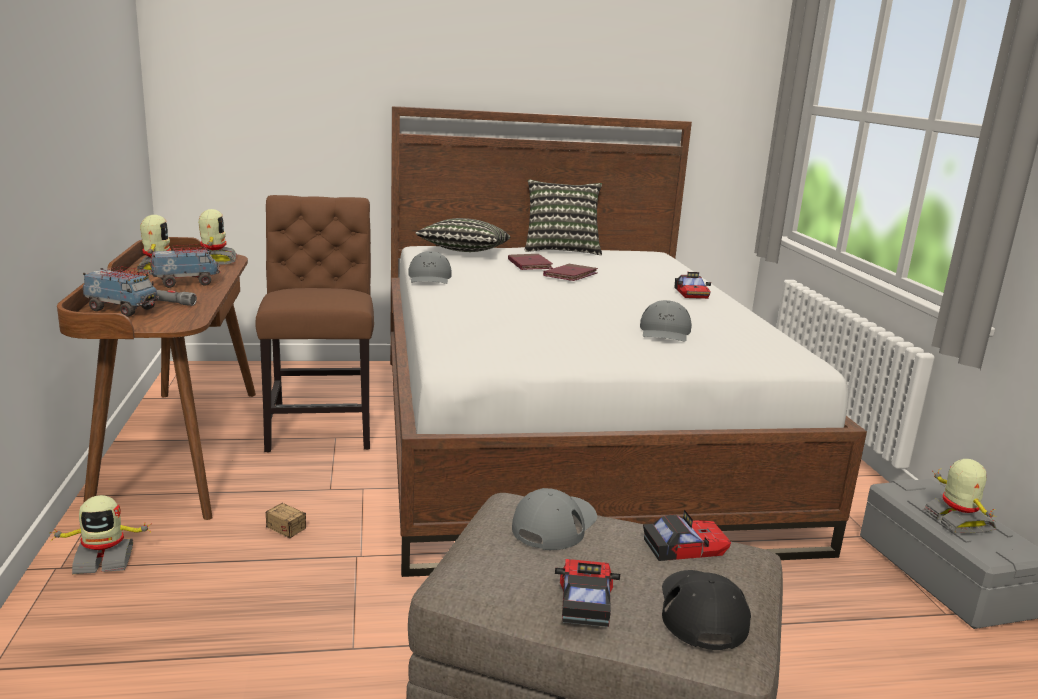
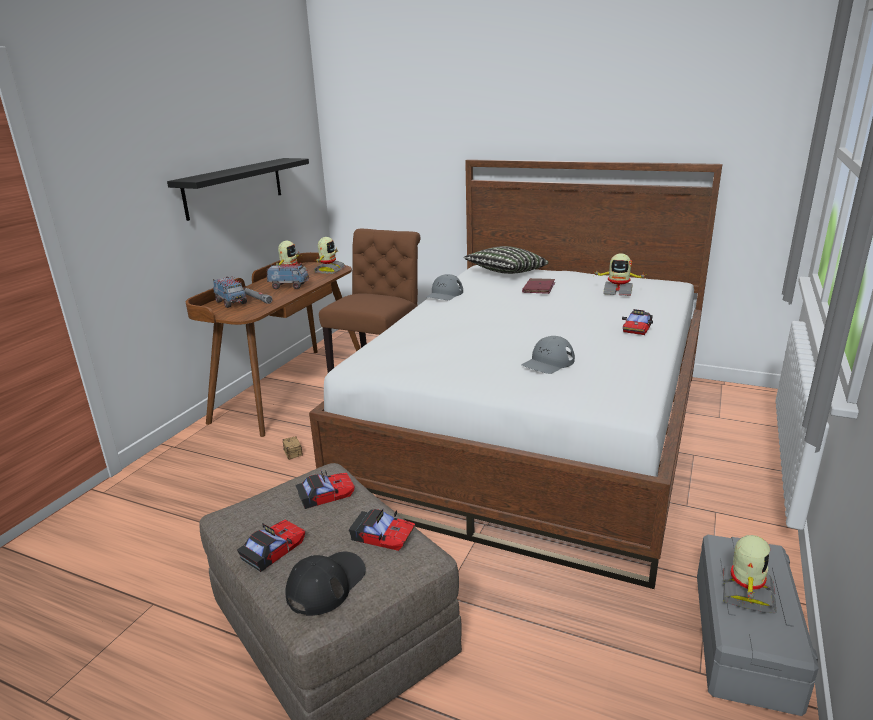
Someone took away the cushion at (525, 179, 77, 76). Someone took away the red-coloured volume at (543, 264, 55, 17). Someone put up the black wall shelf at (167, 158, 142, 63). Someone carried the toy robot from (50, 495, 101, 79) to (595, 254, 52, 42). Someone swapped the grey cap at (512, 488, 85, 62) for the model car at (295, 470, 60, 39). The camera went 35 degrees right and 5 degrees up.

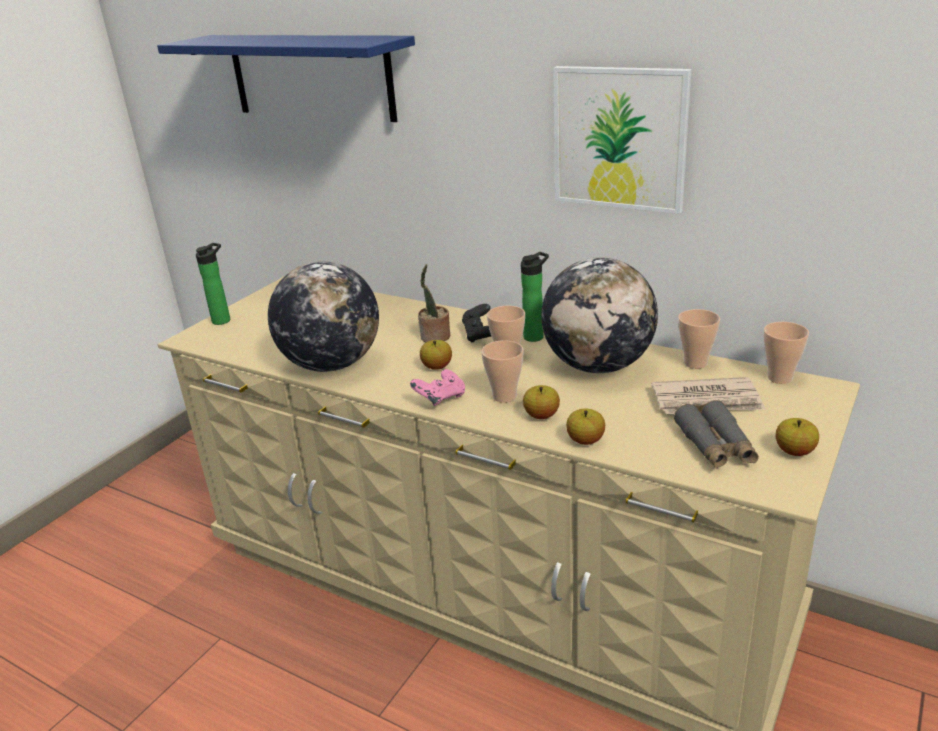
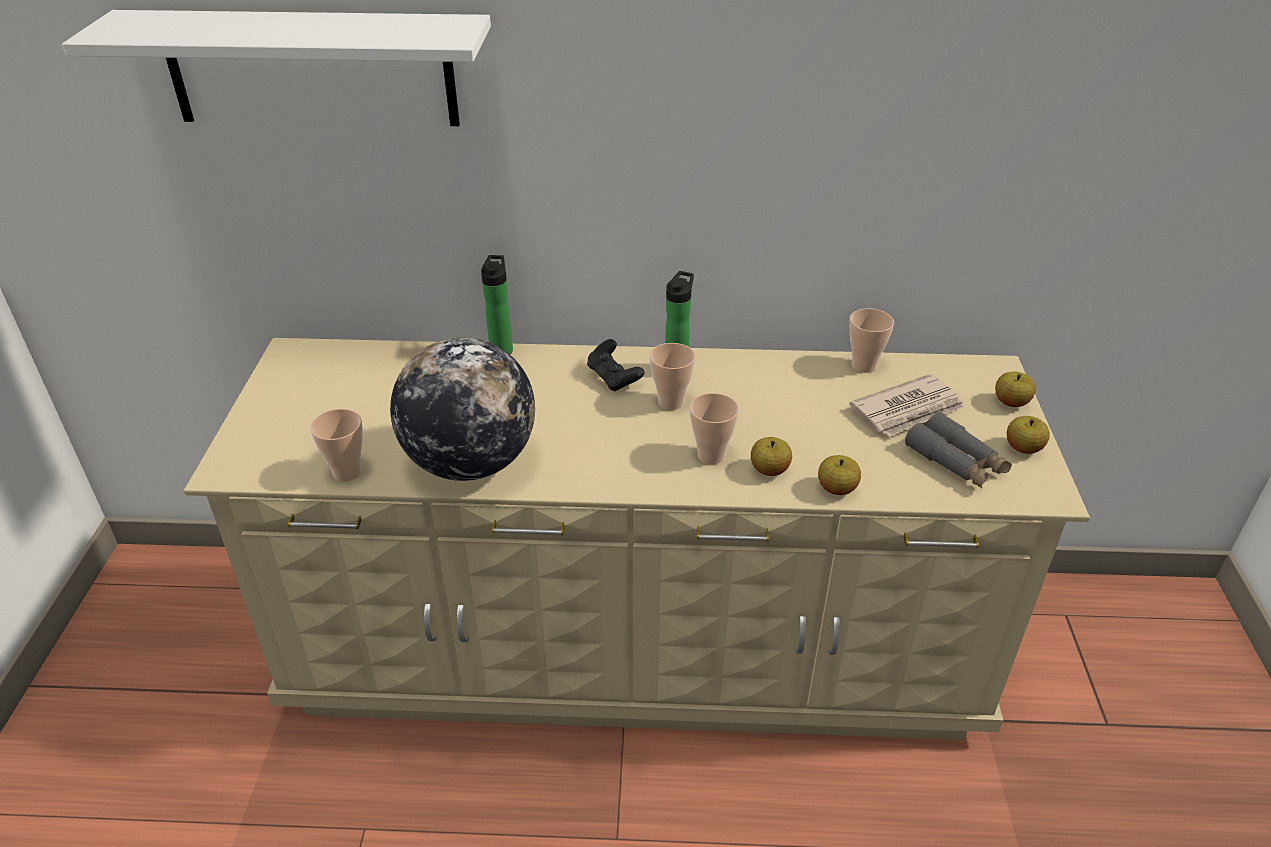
Someone took away the pinkish joypad at (410, 369, 55, 37). Someone took away the potted plant at (418, 264, 33, 78). Someone took away the desk globe at (541, 257, 117, 116). Someone took away the wall art at (553, 66, 138, 148). Someone carried the beverage bottle from (196, 243, 34, 82) to (481, 255, 32, 99). Someone carried the whole apple from (420, 340, 32, 30) to (995, 372, 41, 35). Someone carried the small cup from (764, 322, 45, 62) to (310, 409, 53, 72). Someone repainted the bluish wall shelf at (157, 35, 258, 87), which became the white wall shelf at (62, 10, 429, 116). The camera went 30 degrees left and 10 degrees up.

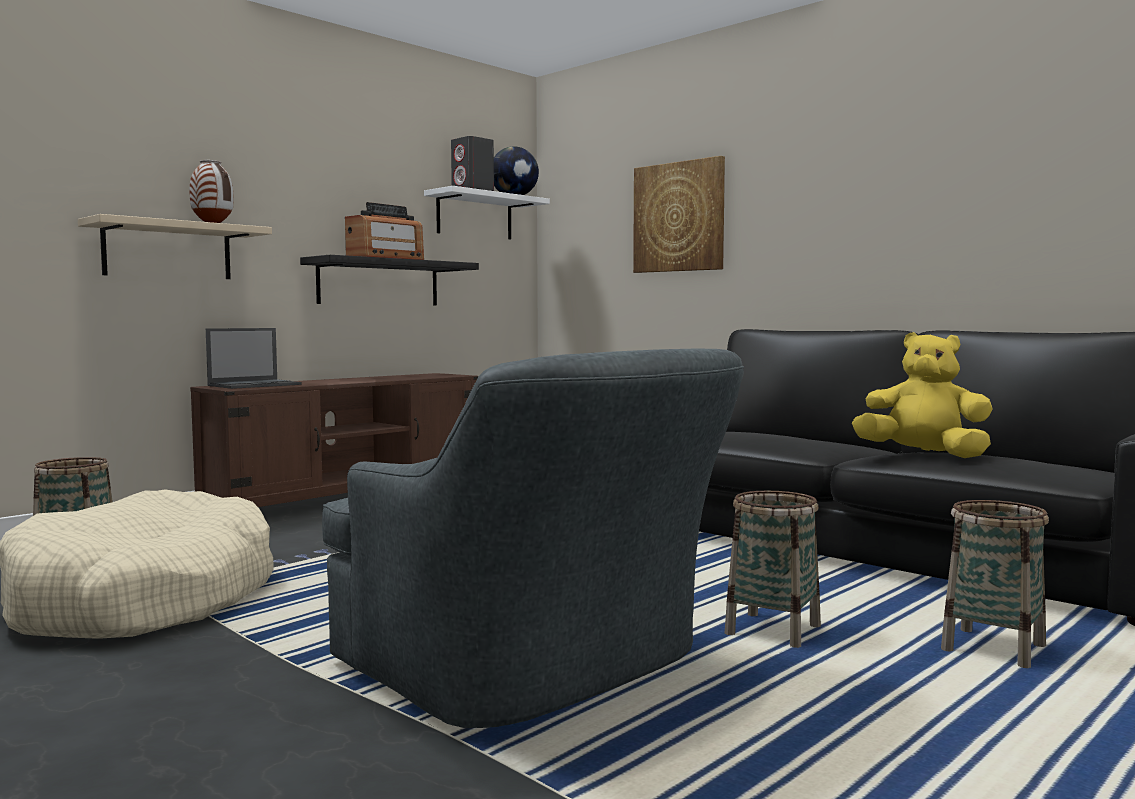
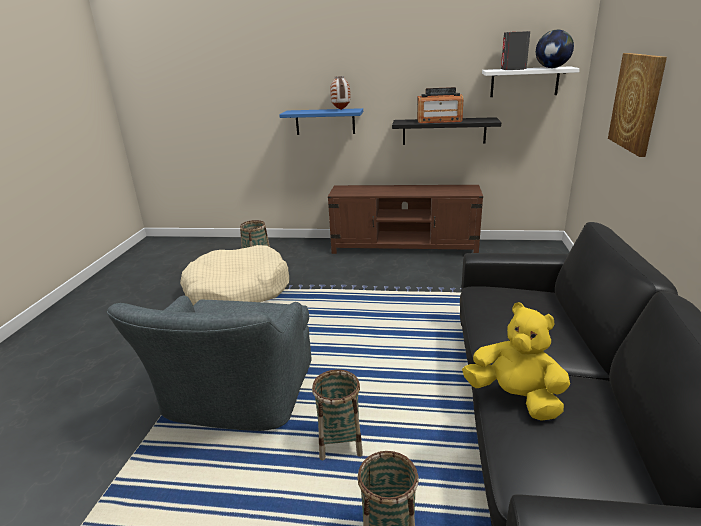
Someone took away the laptop at (206, 328, 96, 61). Someone repainted the beige-coloured wall shelf at (78, 214, 194, 65), which became the bluish wall shelf at (279, 108, 84, 27). Someone rotated the yellow-coloured cuddly toy at (852, 332, 141, 126) by 45 degrees counterclockwise. The camera went 55 degrees right and 20 degrees up.

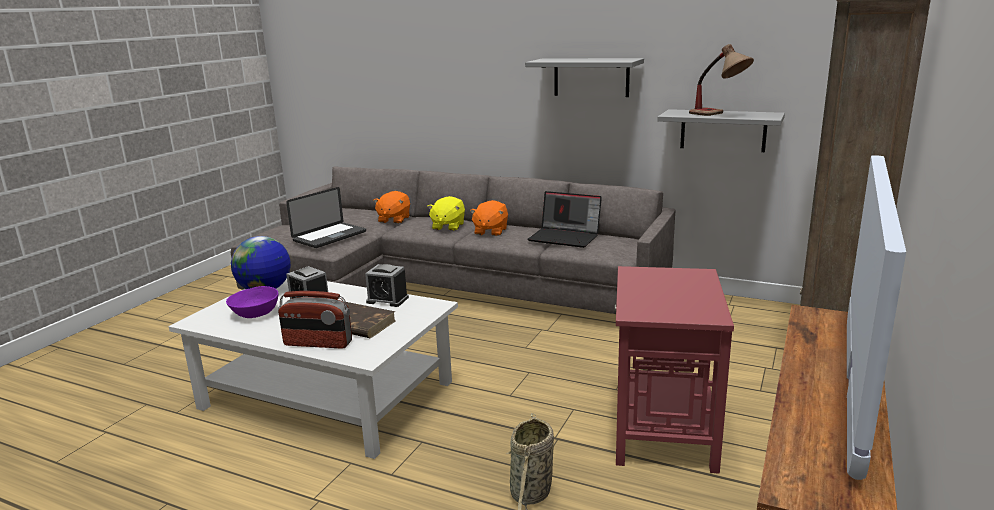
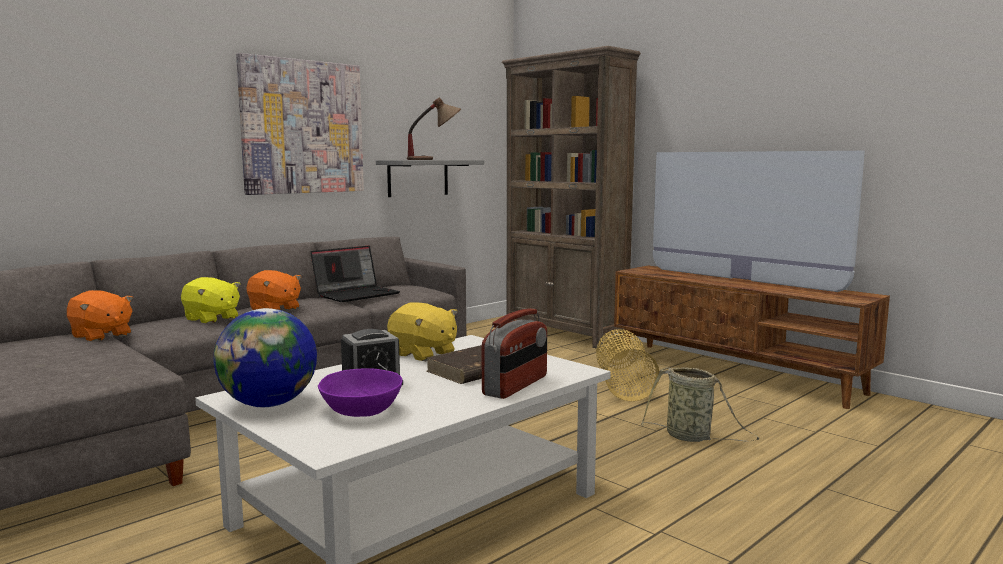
Someone took away the laptop at (286, 187, 80, 61). Someone swapped the alarm clock at (365, 264, 44, 43) for the yellow-coloured cuddly toy at (387, 302, 71, 59). Someone swapped the grey wall shelf at (525, 58, 119, 39) for the wall art at (236, 53, 128, 142). Someone swapped the red-coloured side table at (614, 266, 120, 208) for the storage basket at (596, 329, 63, 73). The camera went 70 degrees left and 10 degrees down.

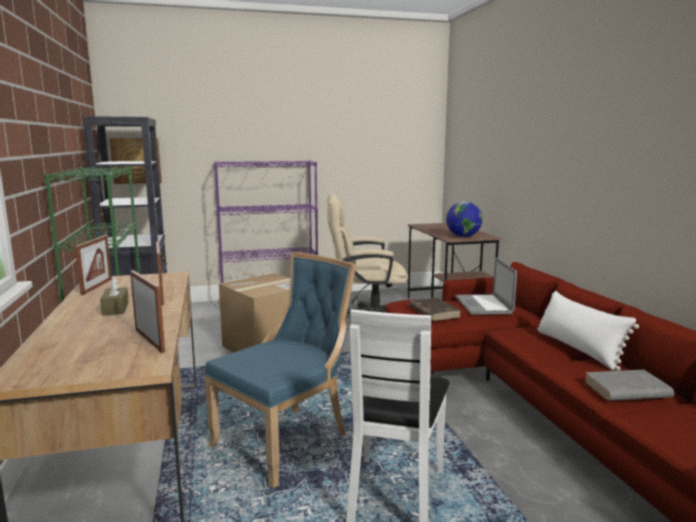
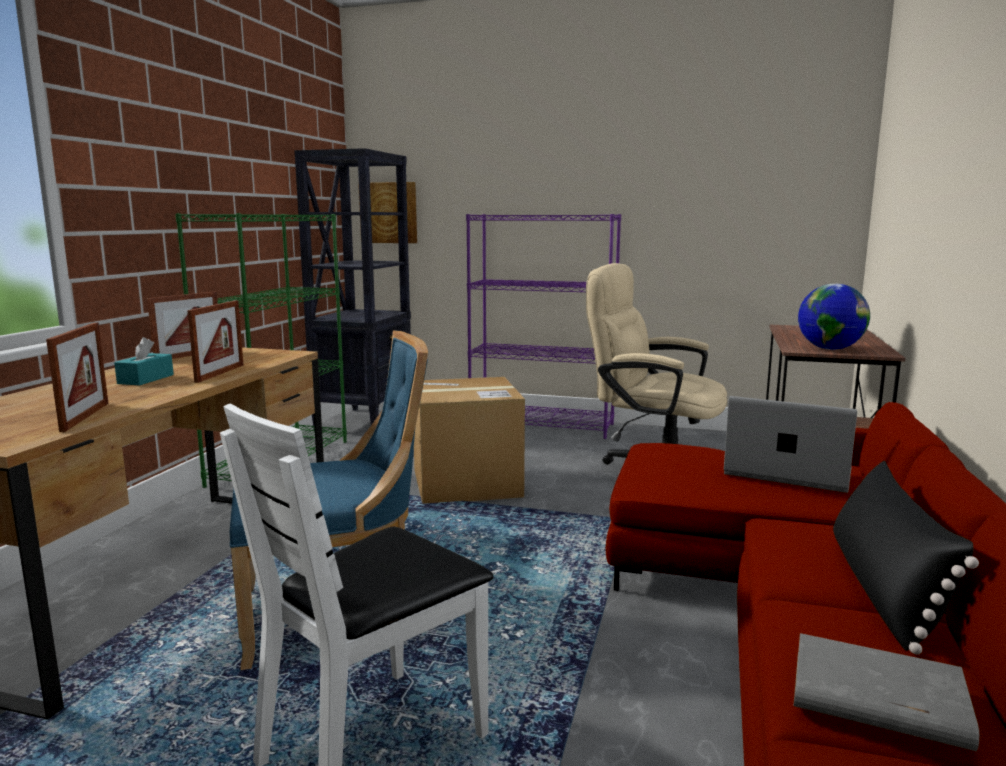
Someone took away the brown volume at (409, 297, 52, 24). Someone repainted the brown tissue holder at (100, 277, 29, 38), which became the blue-green tissue holder at (114, 337, 60, 48). Someone repainted the white cushion at (537, 291, 102, 80), which became the black cushion at (833, 461, 146, 194). Someone rotated the laptop at (455, 257, 62, 58) by 90 degrees clockwise. The camera went 30 degrees right and 0 degrees up.

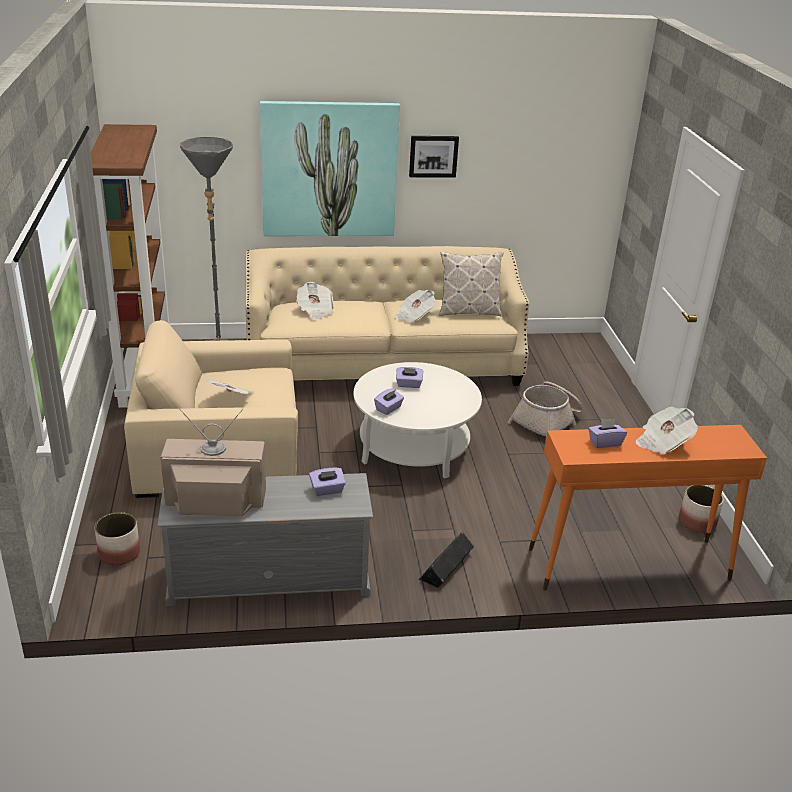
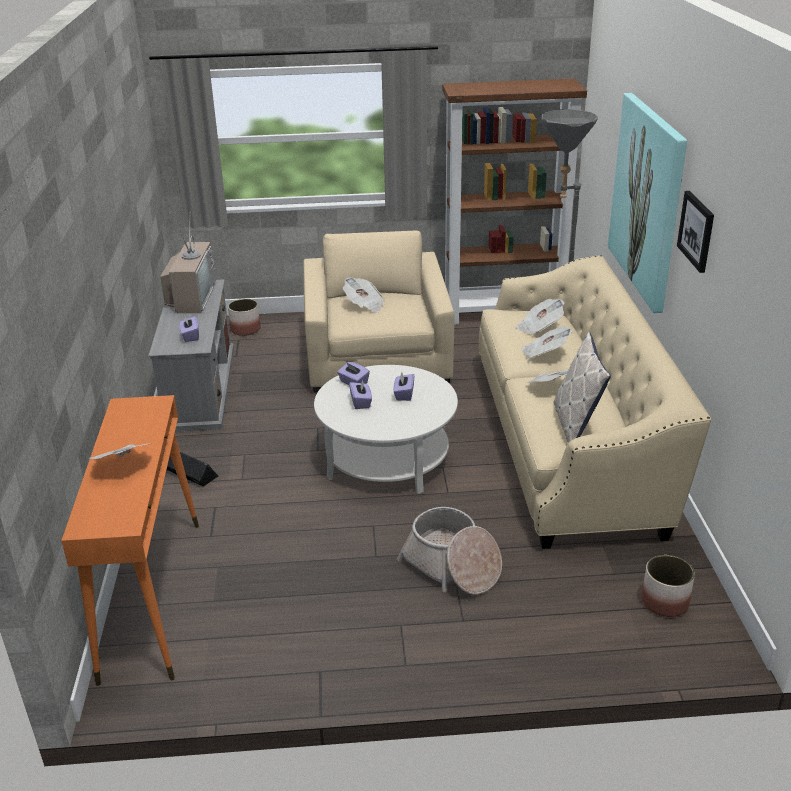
Someone put down the newspaper at (521, 326, 51, 33). Someone carried the purplish tissue holder from (588, 419, 39, 29) to (349, 380, 23, 29). Someone carried the plant pot from (679, 485, 45, 48) to (641, 555, 54, 62). The camera went 95 degrees right and 0 degrees up.

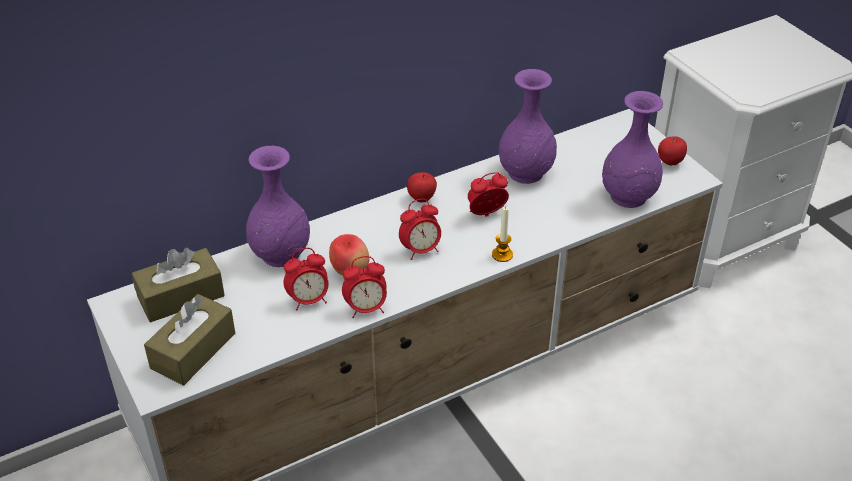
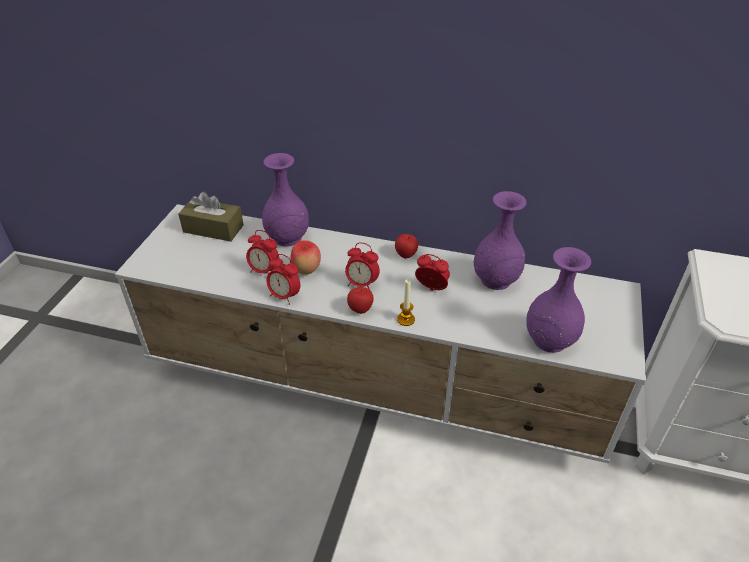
Someone took away the brown tissue holder at (144, 294, 92, 91). Someone carried the whole apple from (658, 137, 29, 28) to (347, 287, 27, 27). The camera went 45 degrees right and 0 degrees up.

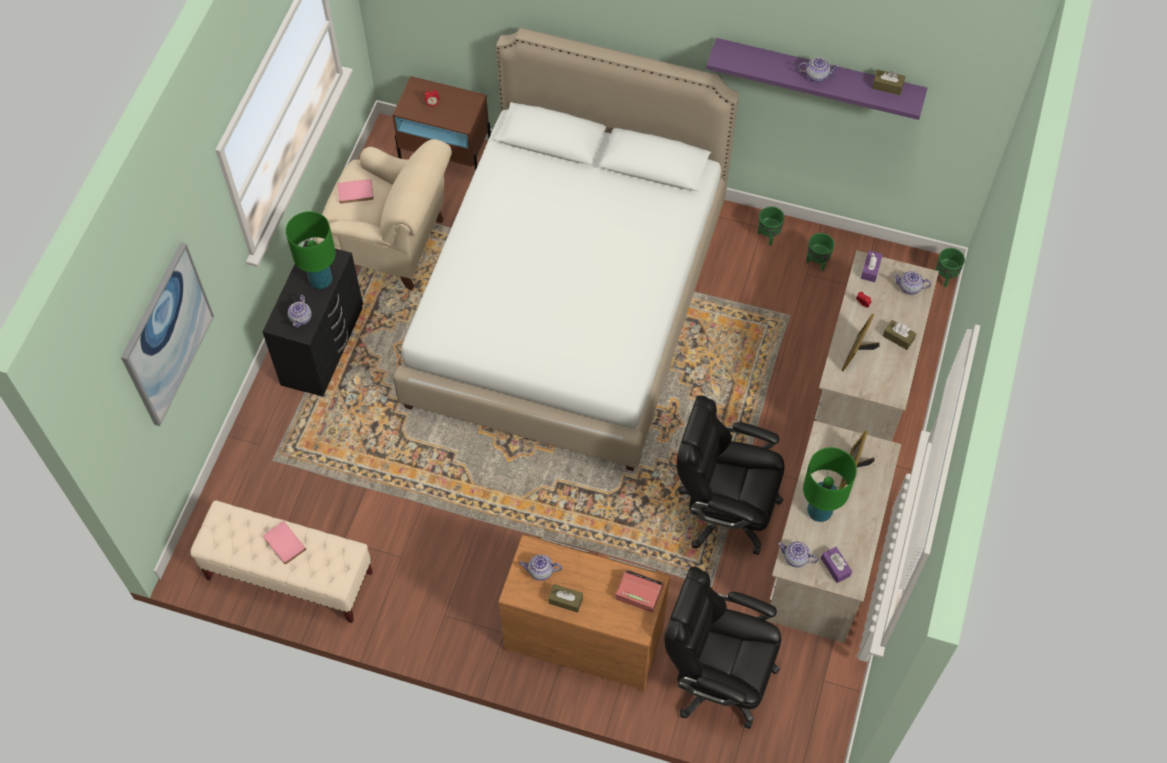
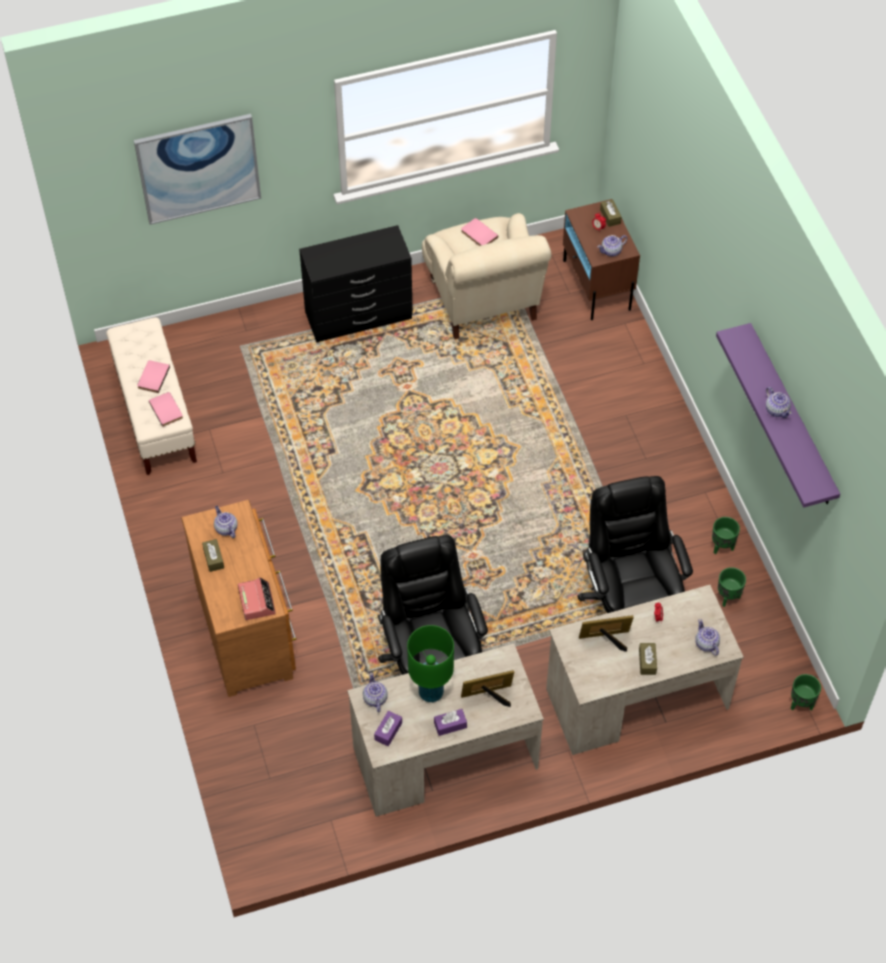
Someone took away the green table lamp at (286, 211, 50, 78). Someone took away the white bed at (393, 28, 346, 443). Someone put down the pinkish volume at (149, 392, 34, 35). Someone carried the tea pot from (288, 295, 24, 33) to (597, 235, 30, 21). Someone carried the black desk chair from (665, 566, 116, 163) to (577, 476, 116, 137). Someone carried the purplish tissue holder from (861, 250, 22, 32) to (434, 709, 33, 27). Someone carried the brown tissue holder from (872, 69, 33, 26) to (600, 200, 22, 27). The camera went 55 degrees right and 5 degrees down.

